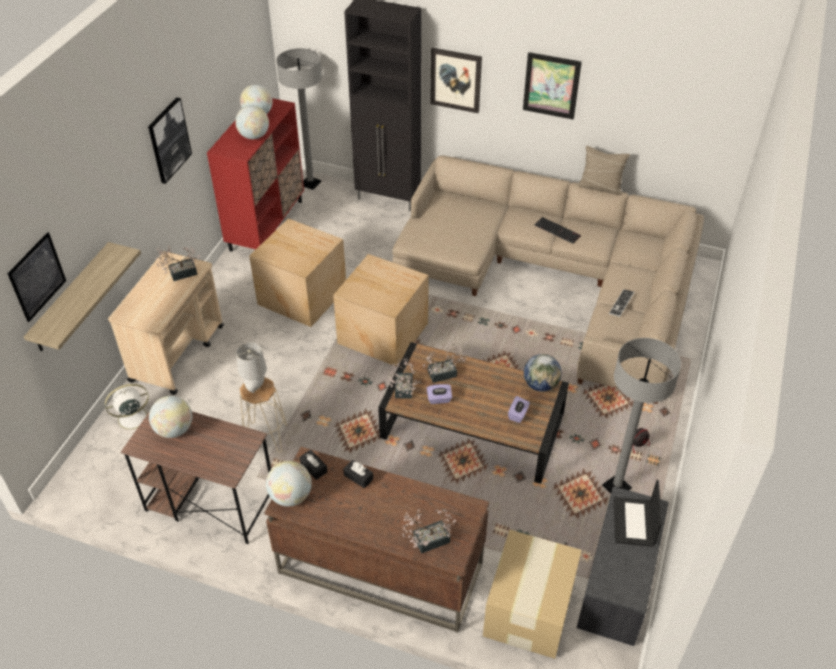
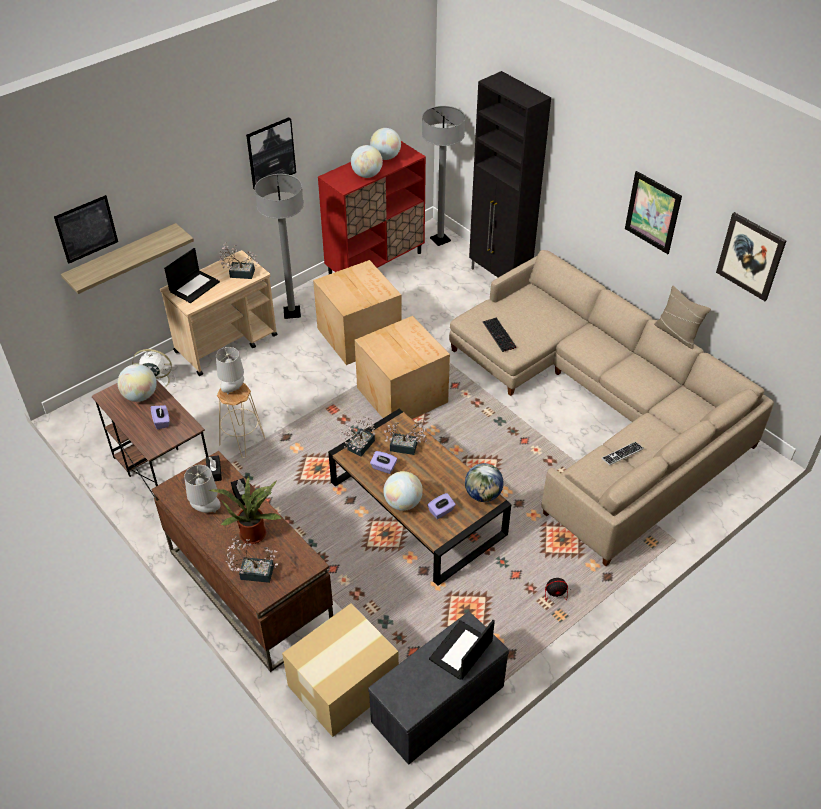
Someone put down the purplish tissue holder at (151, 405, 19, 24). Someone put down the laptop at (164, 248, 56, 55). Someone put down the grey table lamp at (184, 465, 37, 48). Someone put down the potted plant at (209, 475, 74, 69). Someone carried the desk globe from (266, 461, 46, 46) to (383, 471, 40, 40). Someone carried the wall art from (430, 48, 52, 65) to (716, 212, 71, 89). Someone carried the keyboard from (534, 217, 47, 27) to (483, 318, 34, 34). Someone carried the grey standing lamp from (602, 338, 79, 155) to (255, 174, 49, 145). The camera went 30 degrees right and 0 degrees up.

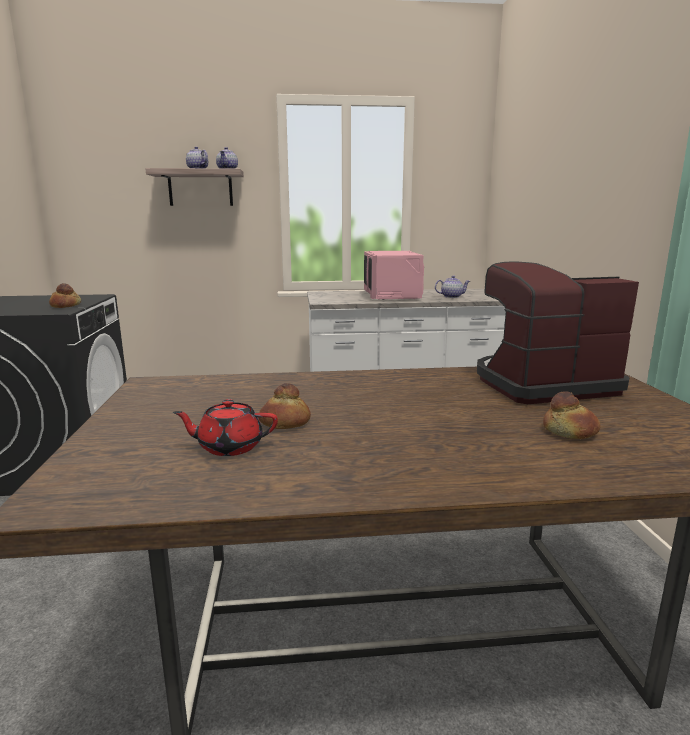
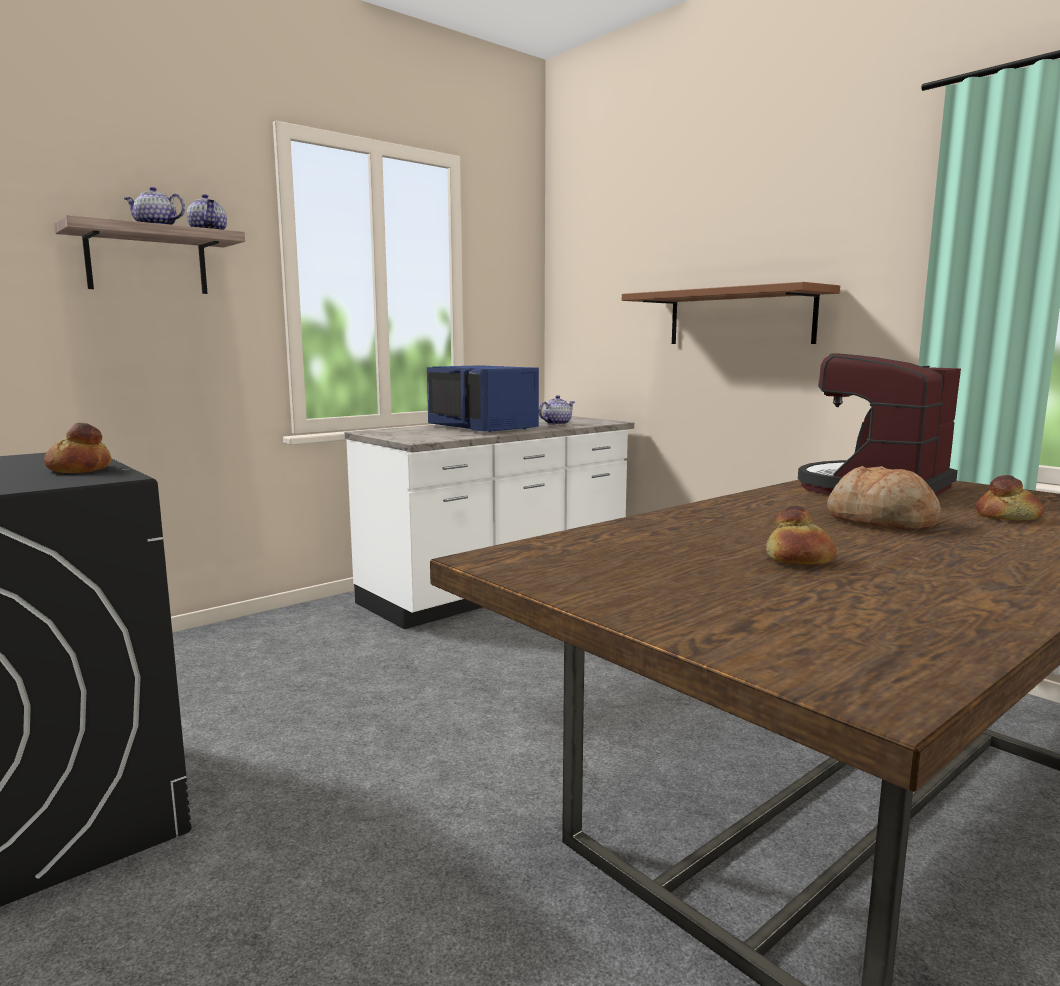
Someone took away the red-coloured tea pot at (173, 399, 105, 57). Someone put up the brown wall shelf at (622, 282, 218, 62). Someone put down the bread at (827, 466, 114, 64). Someone repainted the pinkish microwave at (364, 251, 60, 49), which became the bluish microwave at (427, 365, 112, 68). The camera went 35 degrees left and 5 degrees down.

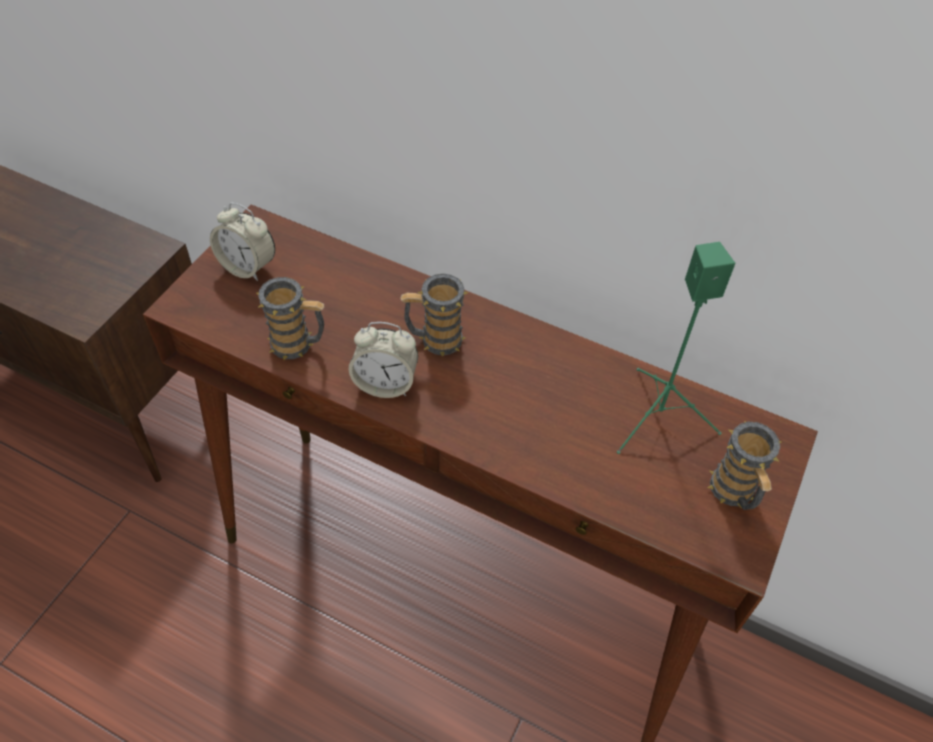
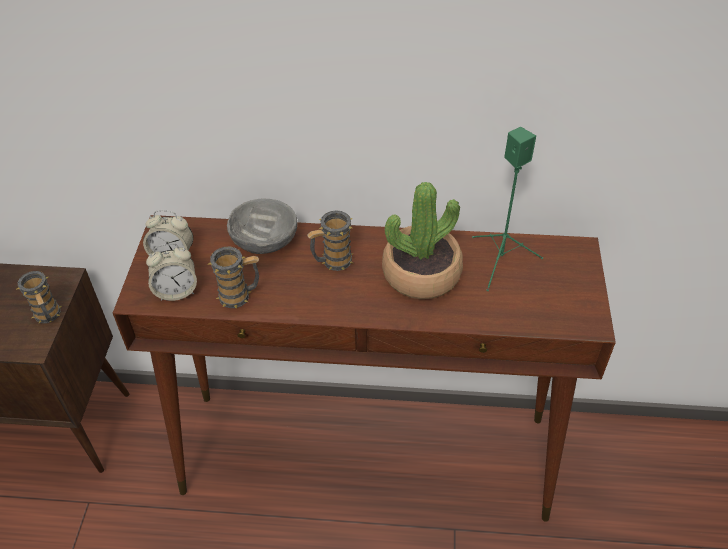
Someone put down the grey deep dish at (227, 198, 71, 56). Someone put down the potted plant at (382, 182, 81, 117). Someone carried the alarm clock from (349, 322, 69, 76) to (146, 244, 51, 57). Someone carried the mug from (707, 421, 74, 89) to (17, 271, 44, 52). The camera went 20 degrees left and 5 degrees down.

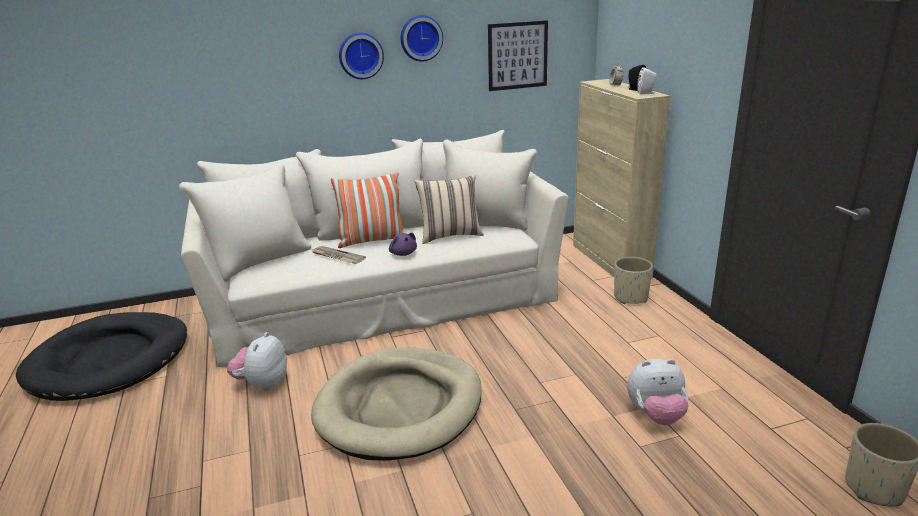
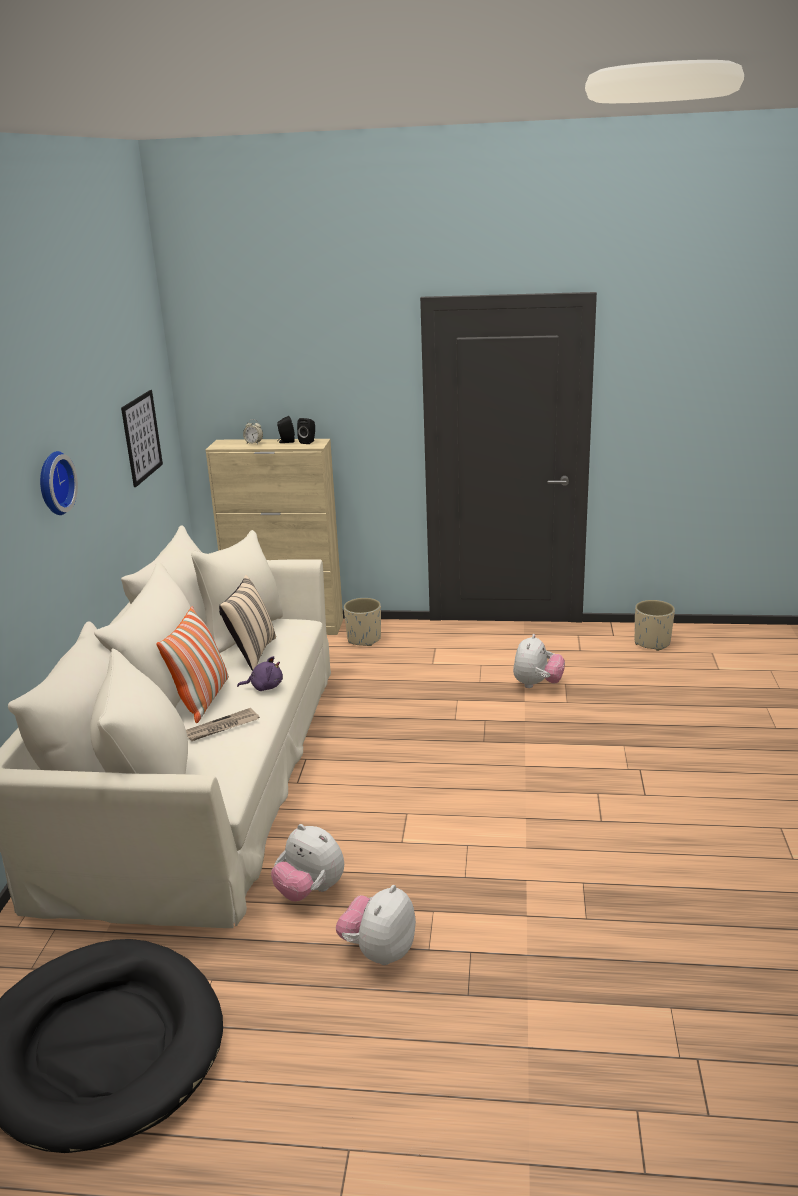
Someone took away the beige-coloured pet bed at (311, 348, 171, 113). Someone took away the hanging clock at (401, 15, 42, 47). Someone put down the cuddly toy at (336, 885, 80, 80). Someone repainted the white speaker at (637, 67, 20, 27), which became the black speaker at (297, 418, 18, 26). The camera went 65 degrees left and 0 degrees up.

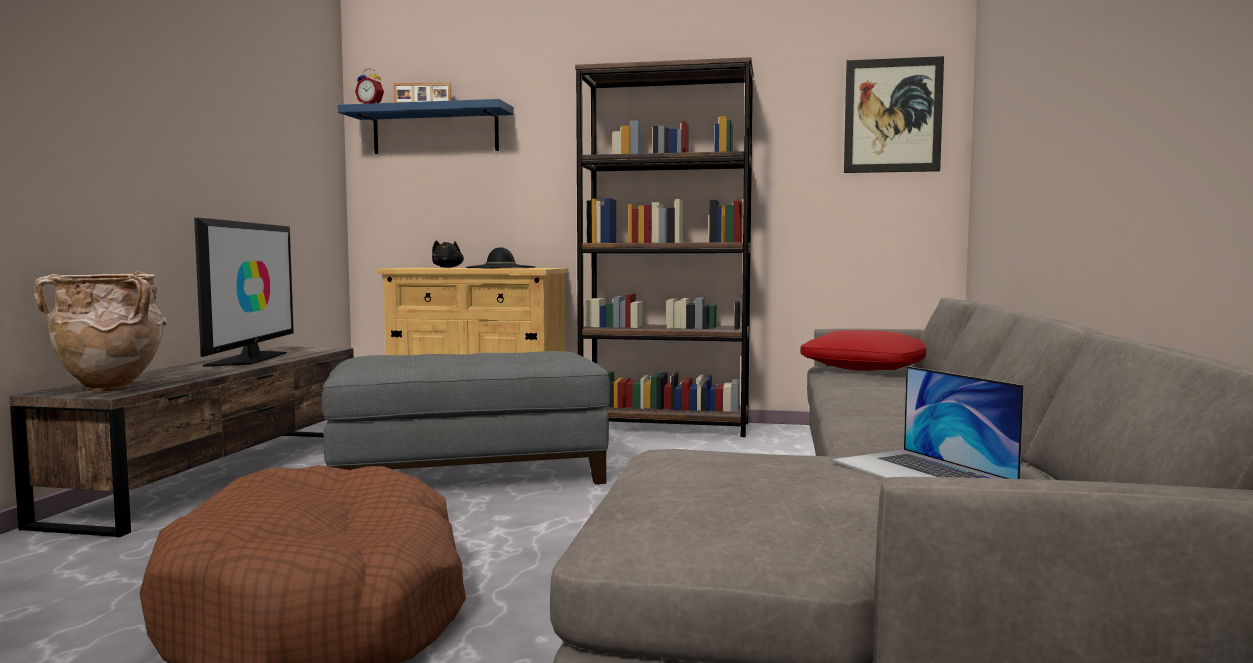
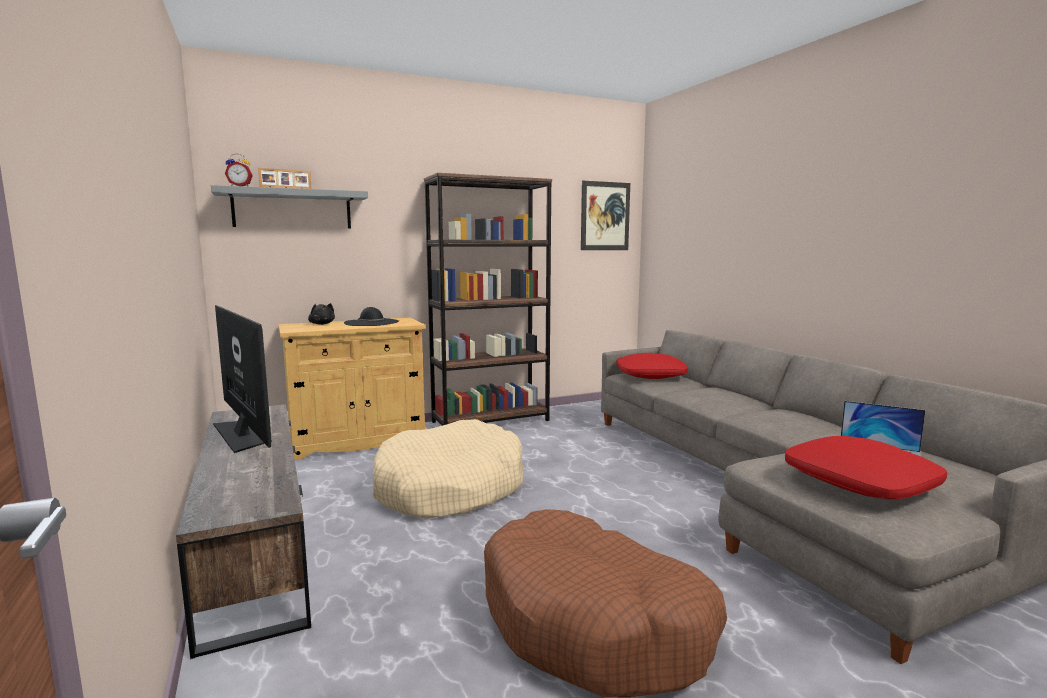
Someone took away the beige-coloured flower vase at (34, 272, 132, 119). Someone put down the red-coloured cushion at (785, 436, 162, 63). Someone swapped the grey footrest at (322, 351, 289, 133) for the beige-coloured pet bed at (373, 419, 150, 100). Someone repainted the bluish wall shelf at (338, 99, 176, 55), which became the grey wall shelf at (211, 185, 157, 44). The camera went 35 degrees left and 5 degrees up.

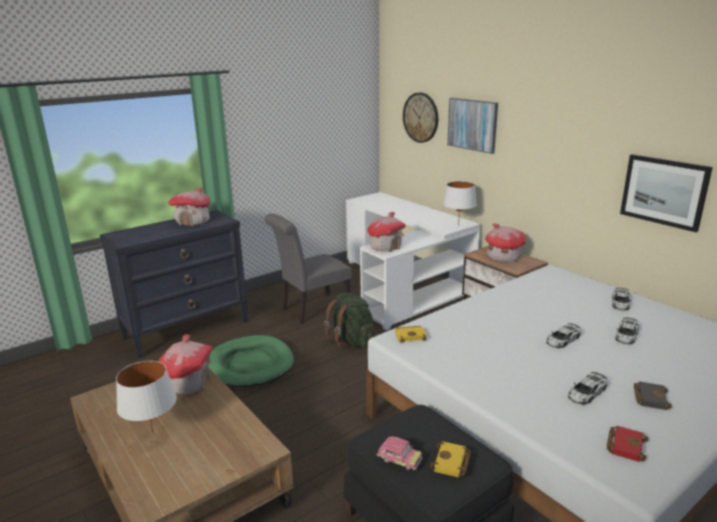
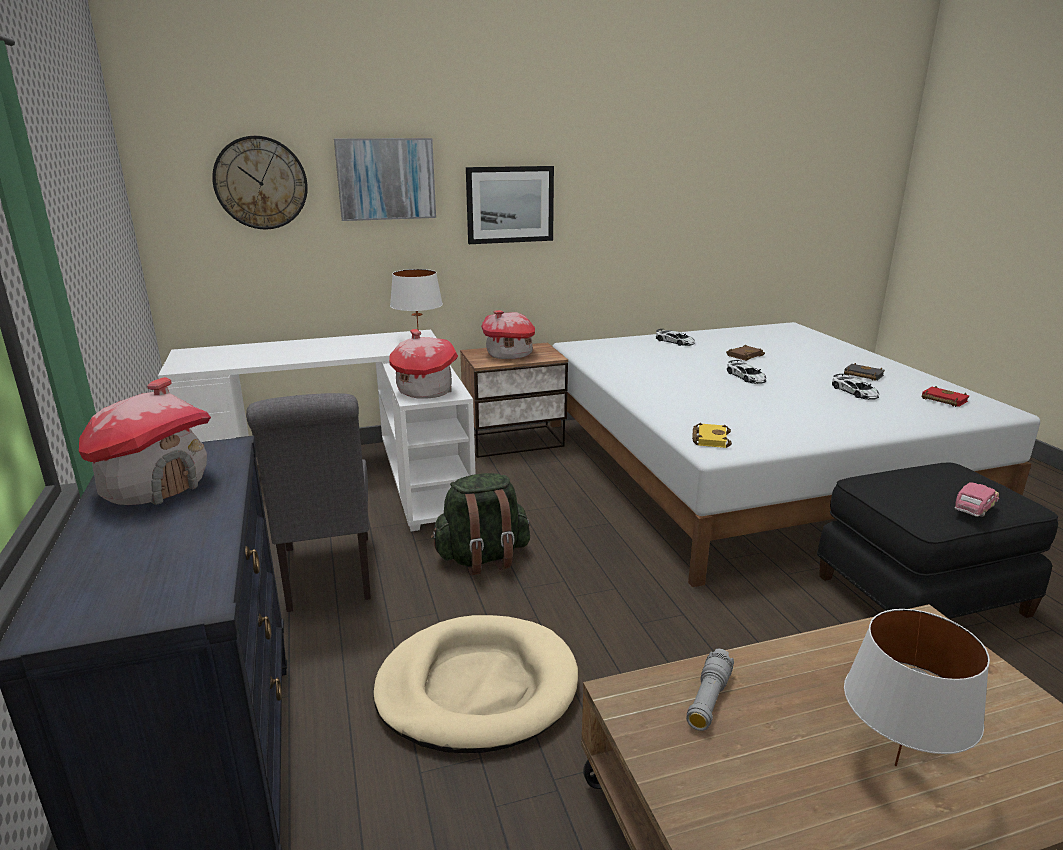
Someone took away the yellow-coloured volume at (430, 441, 41, 36). Someone carried the wall art from (620, 154, 93, 78) to (466, 166, 88, 78). Someone swapped the toy house at (158, 334, 55, 60) for the grey torch at (686, 649, 48, 82). Someone swapped the model car at (615, 318, 24, 26) for the brown volume at (726, 345, 39, 16). Someone repainted the green pet bed at (208, 335, 86, 52), which became the beige-coloured pet bed at (373, 615, 205, 138). The camera went 70 degrees left and 0 degrees up.

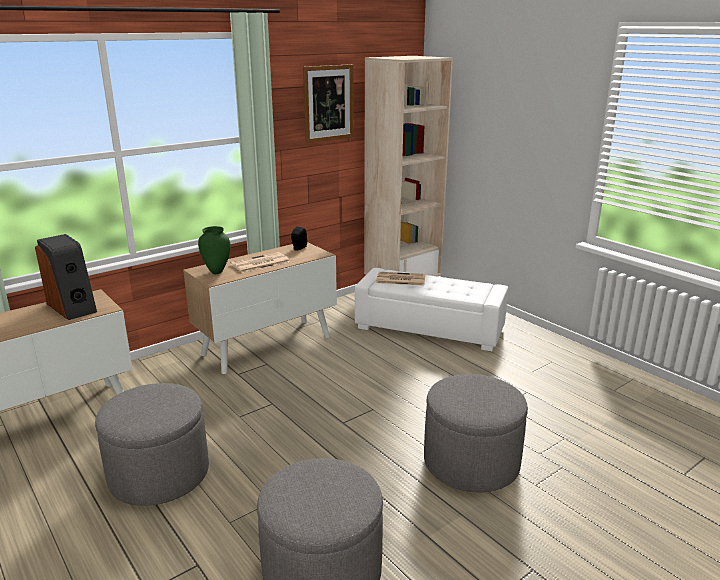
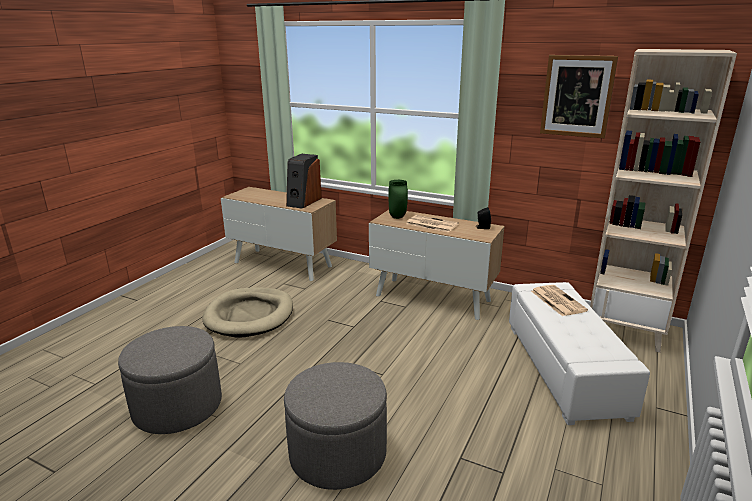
Someone swapped the grey footrest at (95, 383, 114, 123) for the beige-coloured pet bed at (202, 287, 91, 51). The camera went 65 degrees right and 0 degrees up.

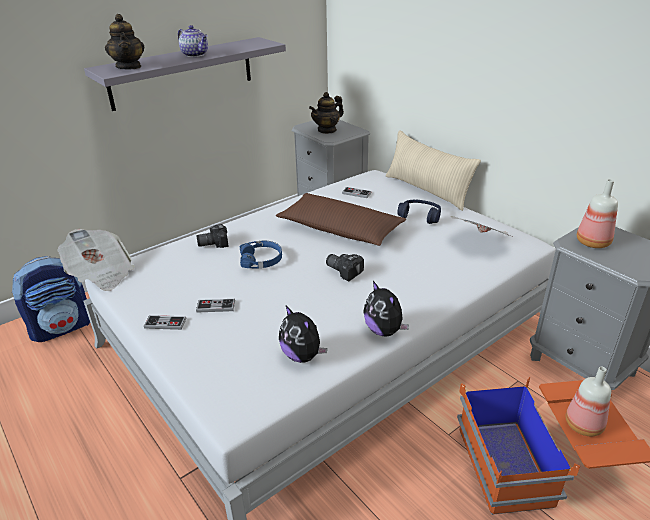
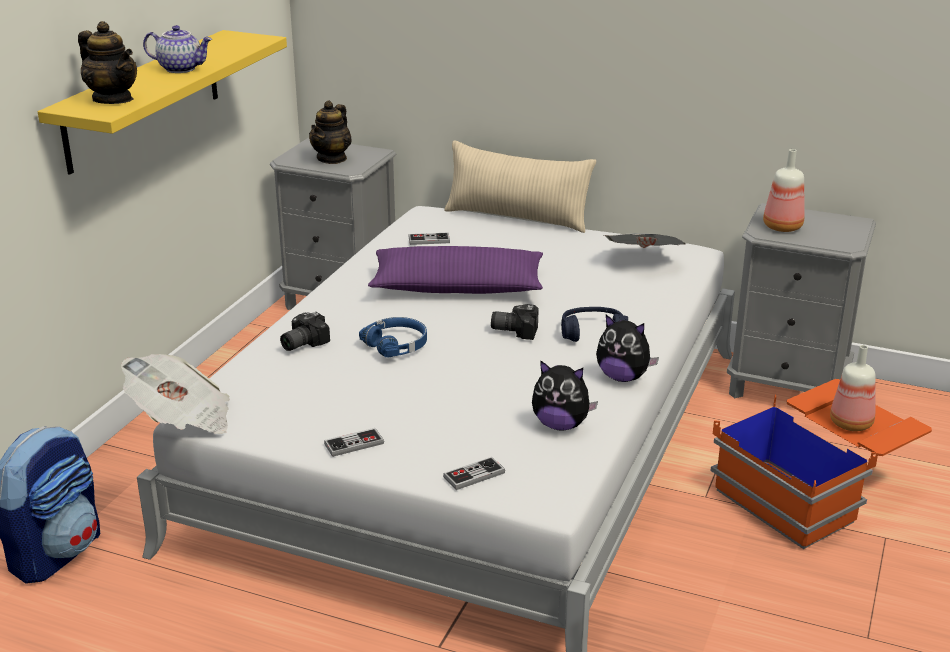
Someone carried the joypad from (196, 299, 39, 13) to (443, 457, 62, 33). Someone carried the bluish pair of headphones from (397, 200, 44, 24) to (561, 307, 67, 35). Someone repainted the grey wall shelf at (84, 37, 202, 74), which became the yellow-coloured wall shelf at (38, 30, 249, 145). Someone repainted the brown cushion at (276, 193, 130, 53), which became the purplish cushion at (368, 246, 175, 48). The camera went 30 degrees left and 5 degrees down.

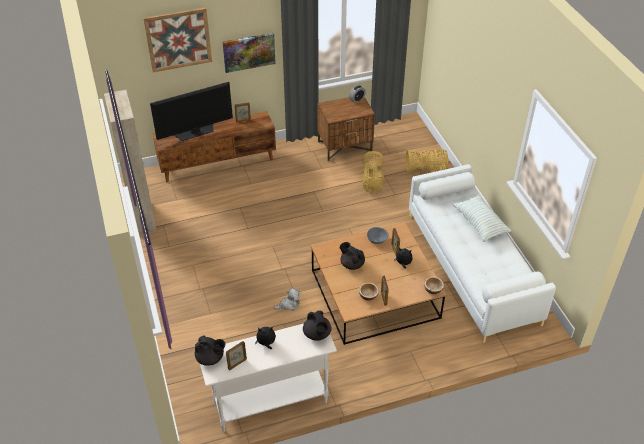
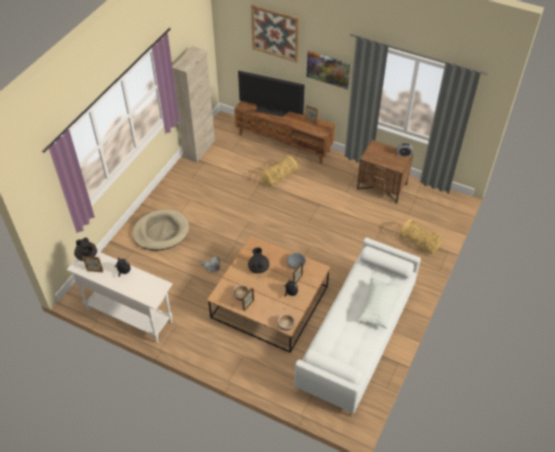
Someone took away the black tea pot at (303, 310, 29, 31). Someone put down the beige-coloured pet bed at (132, 209, 57, 42). Someone carried the storage basket from (362, 151, 22, 42) to (261, 155, 37, 32). The camera went 45 degrees right and 5 degrees up.

